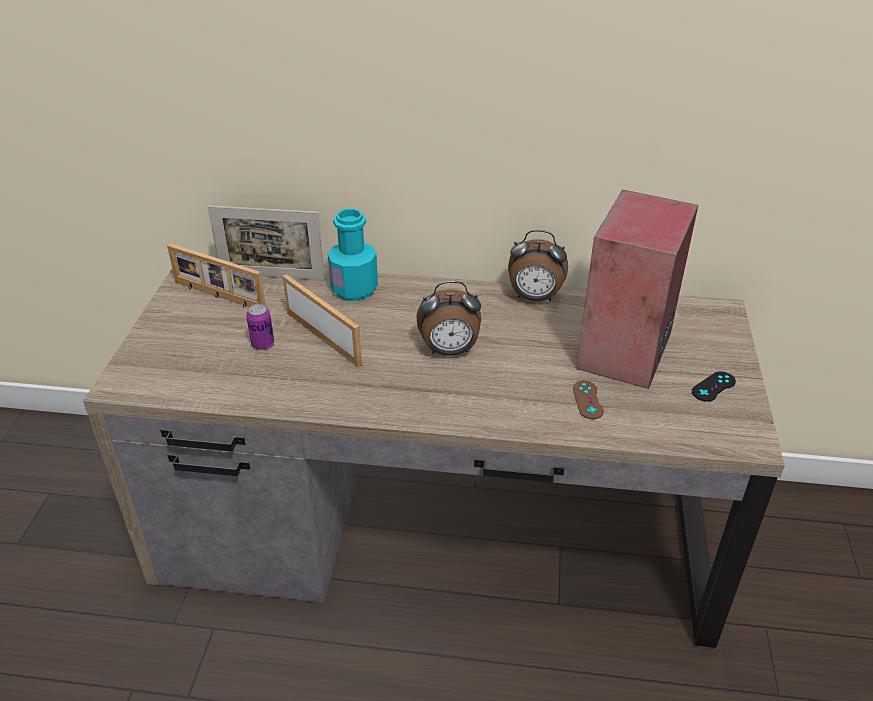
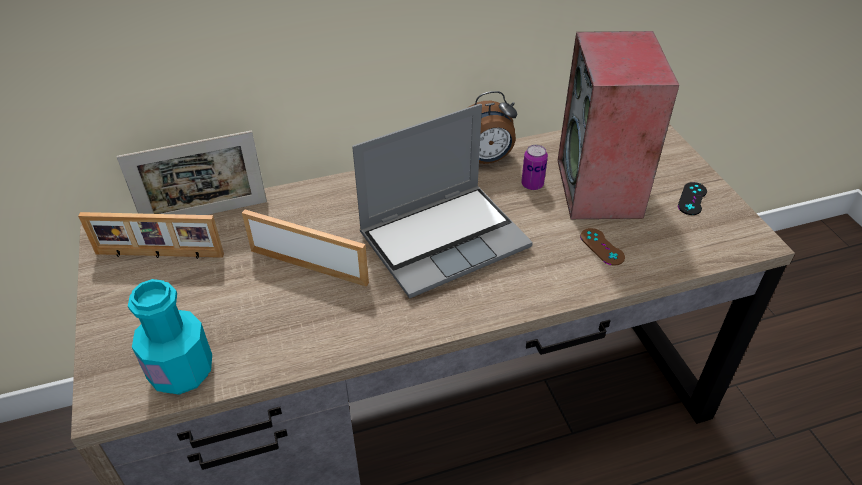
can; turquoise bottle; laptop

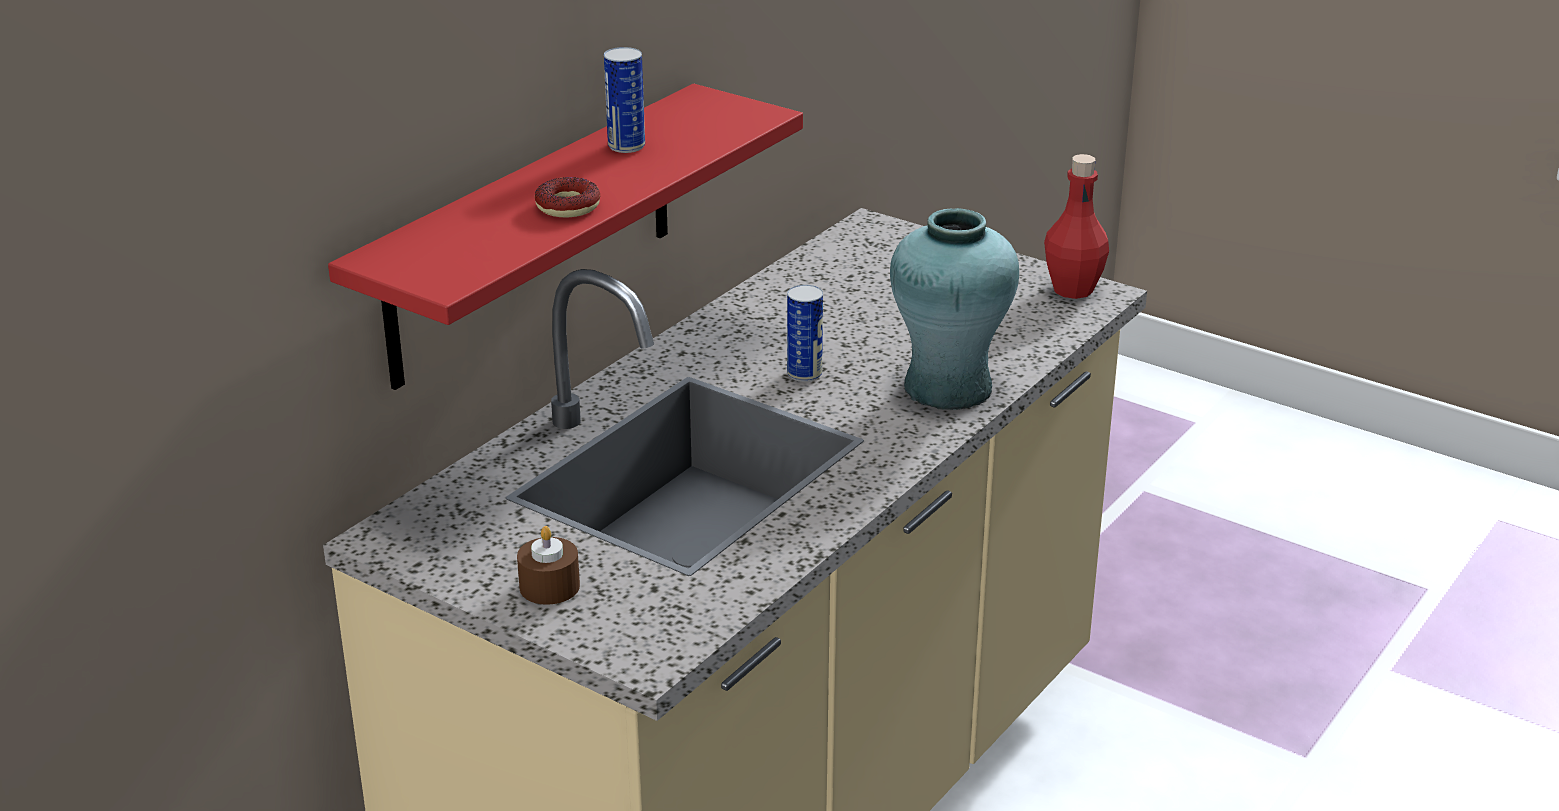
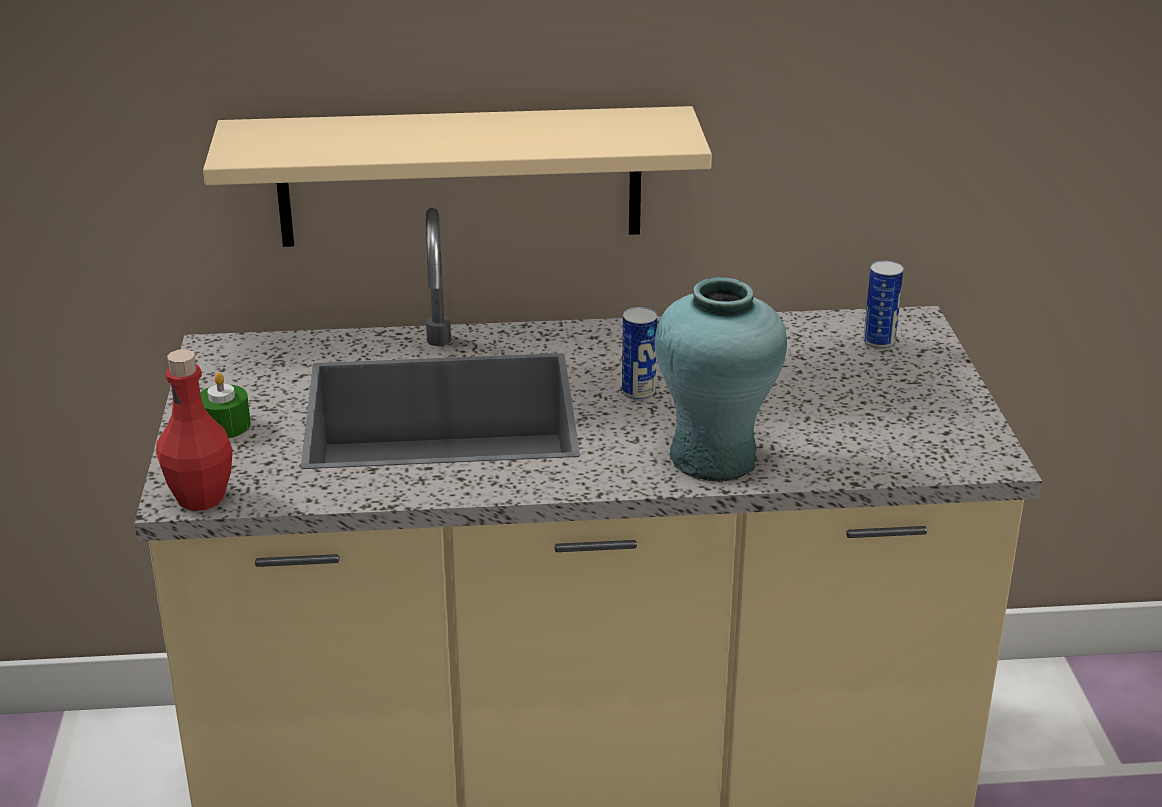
beige shelf; green candle; donut; can (2nd from left); red bottle

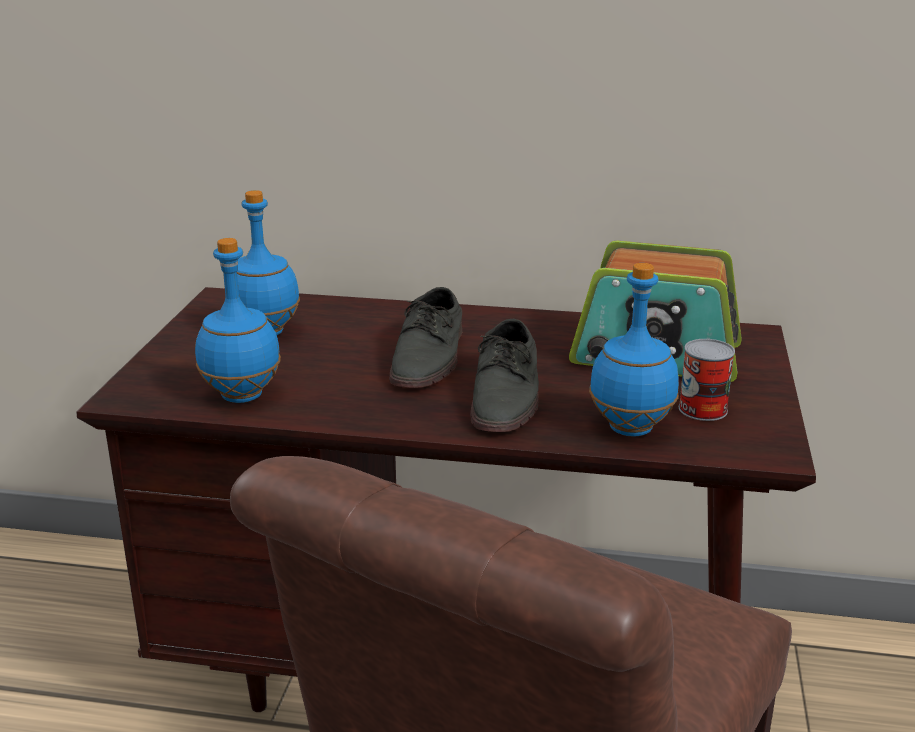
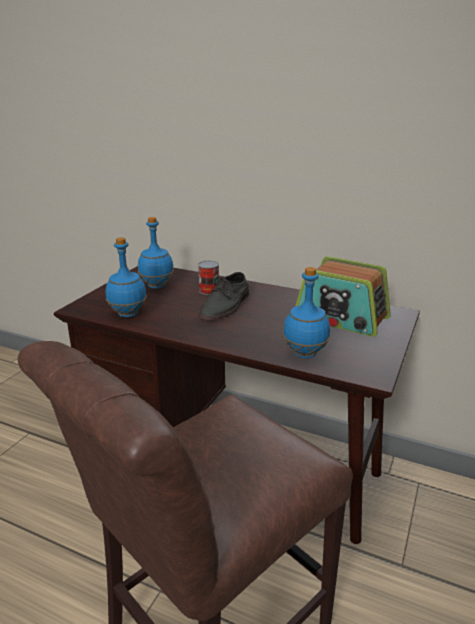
grey shoe (2nd from left in the first image); can

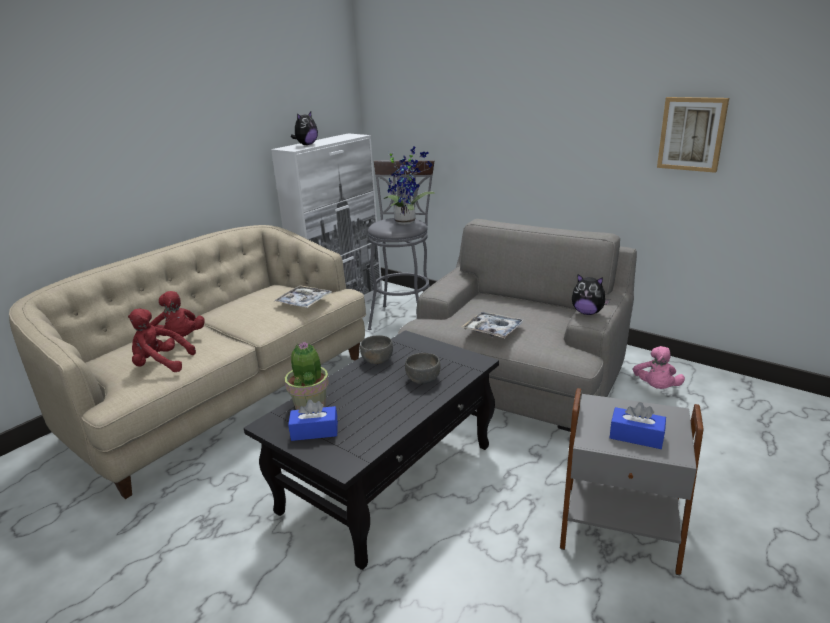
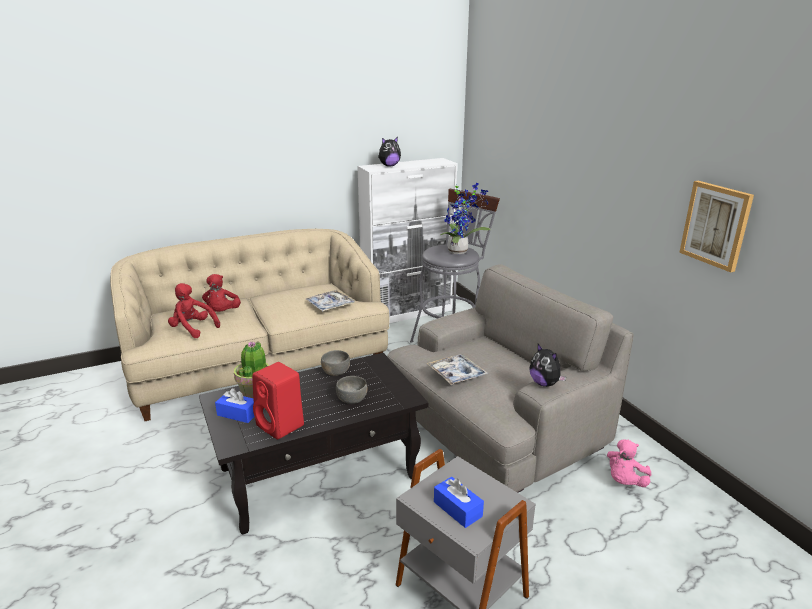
red speaker

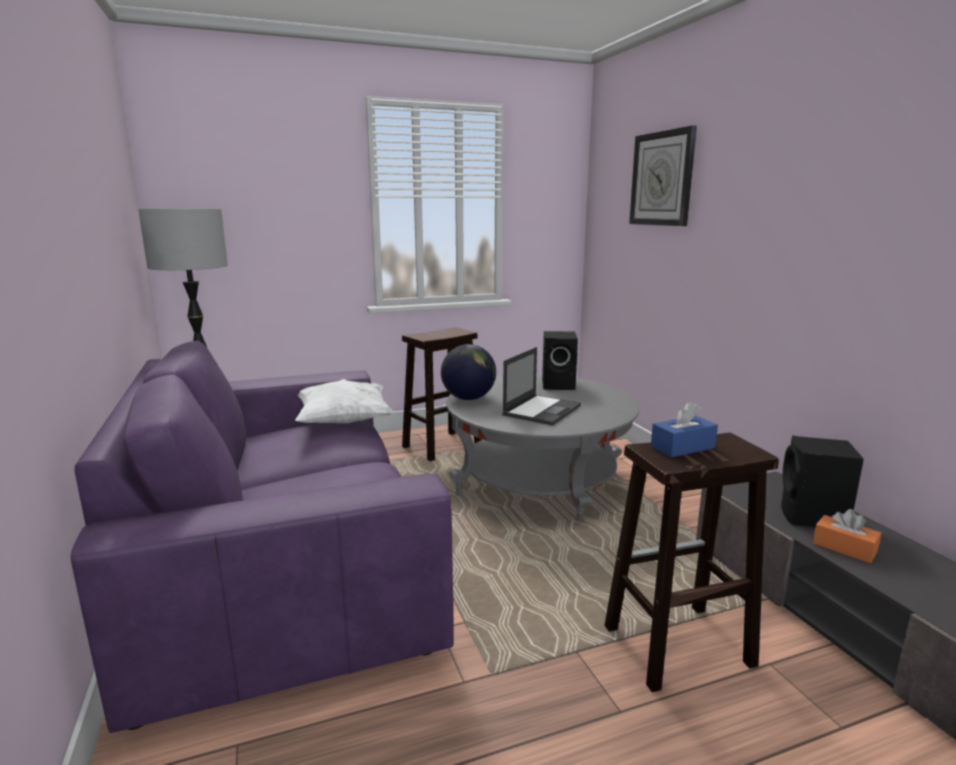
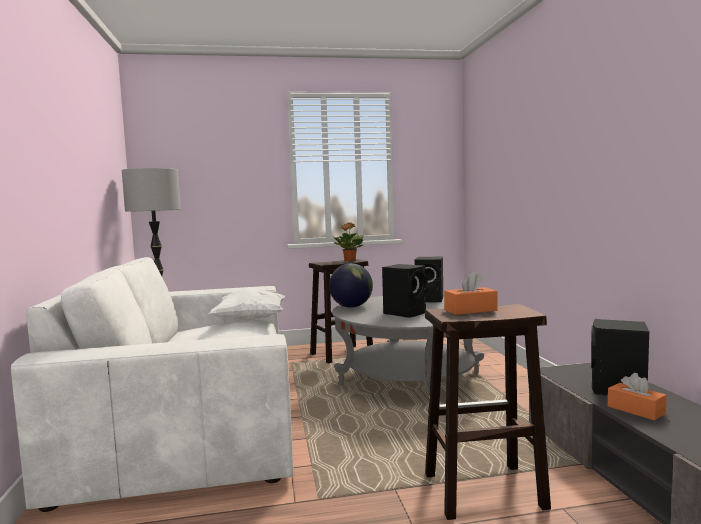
white sofa; black speaker (1st from left); wall clock; orange tissue box (1st from left); potted plant

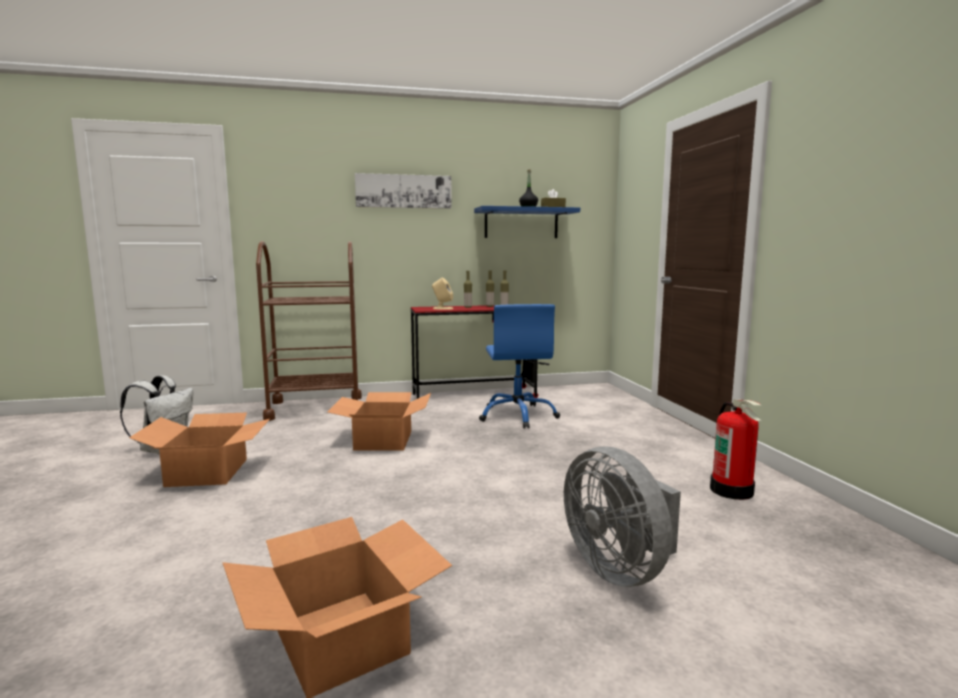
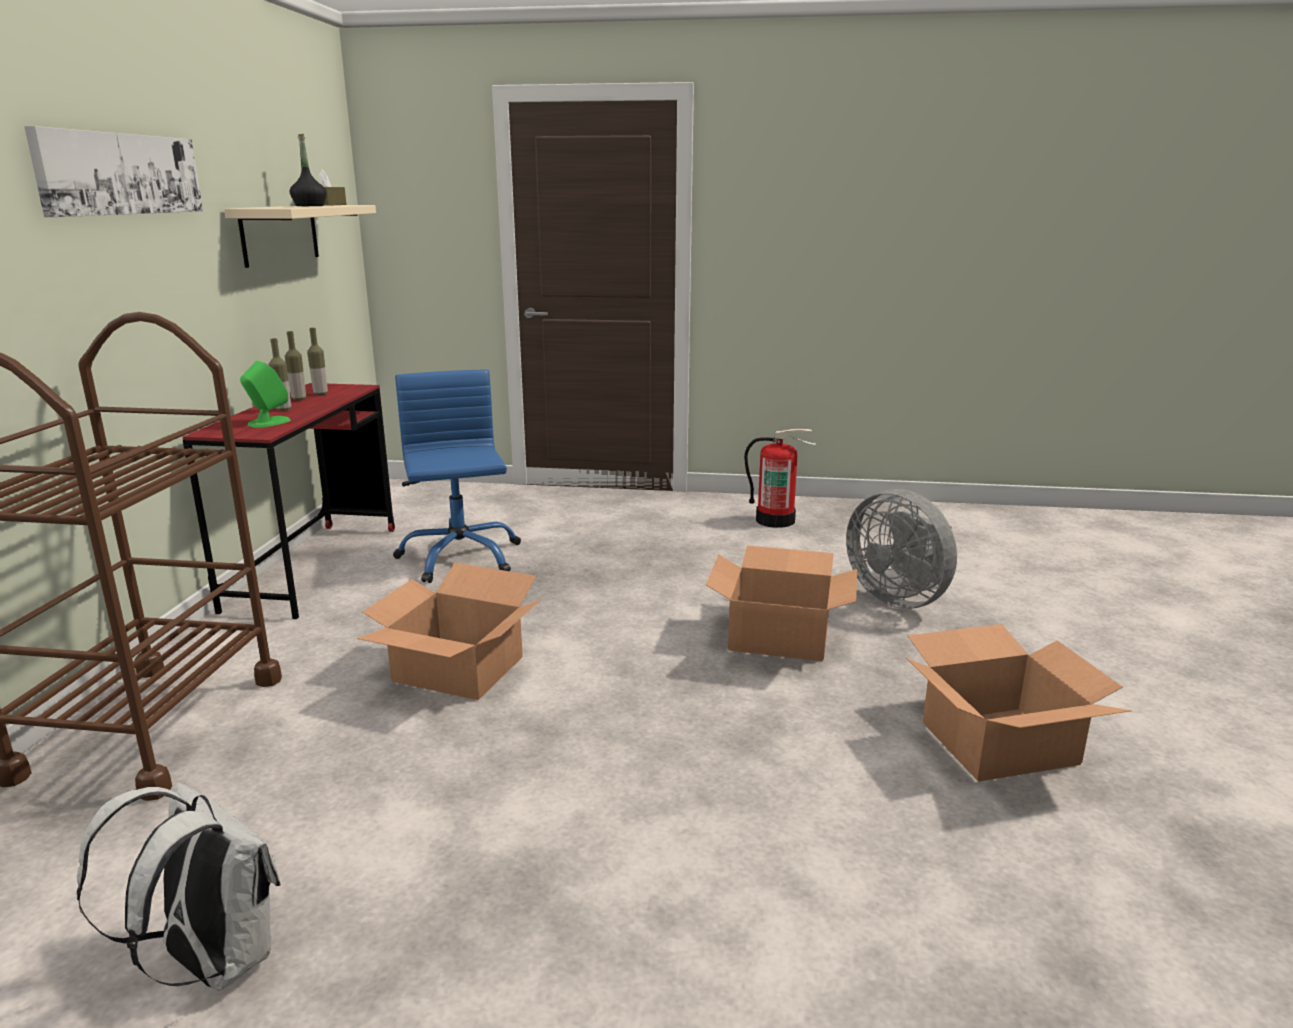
cardboard box (2nd from left); green speaker; beige shelf; blue office chair; grey fan

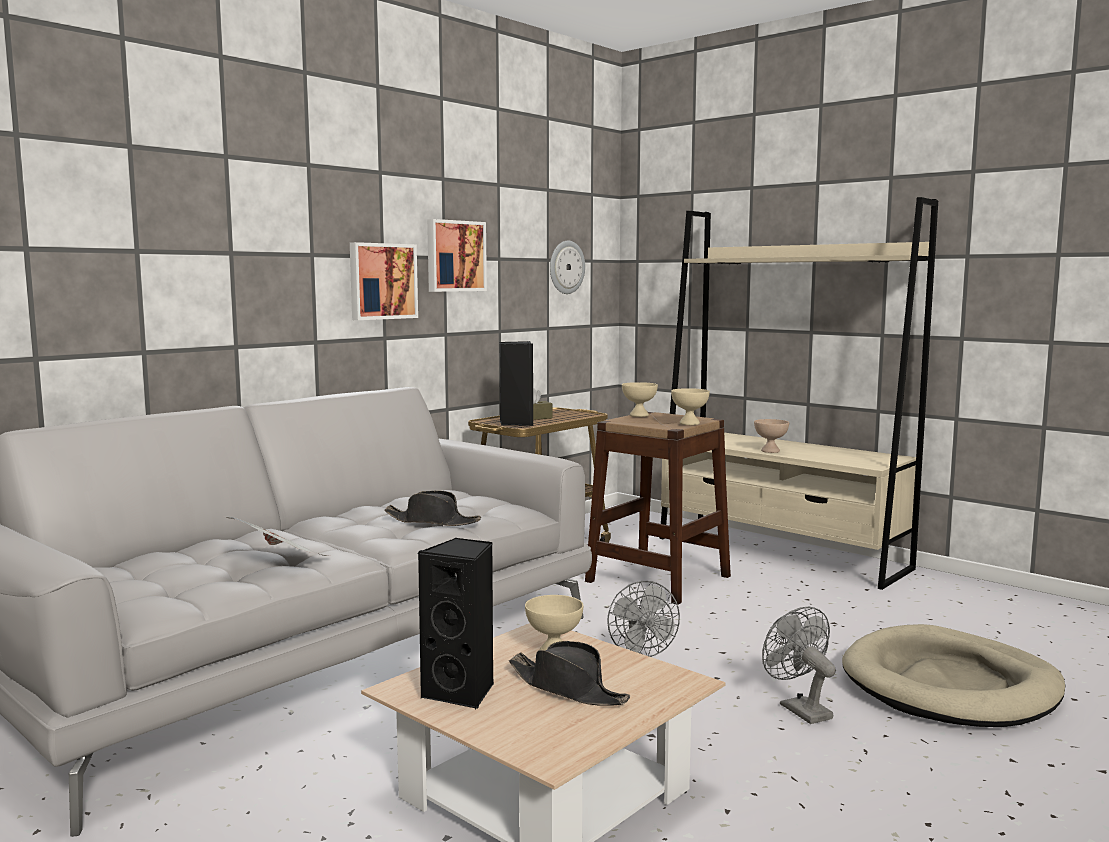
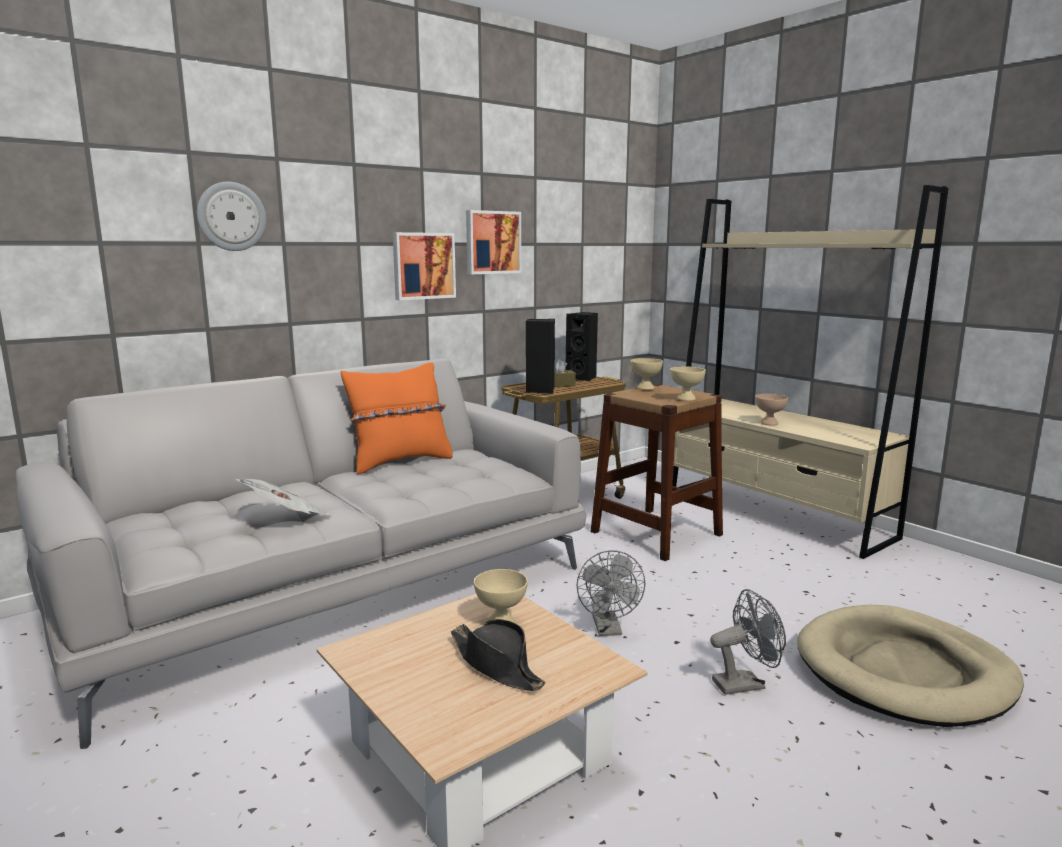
black hat (1st from left in the first image); black speaker (2nd from left); wall clock; grey fan (2nd from left); orange pillow

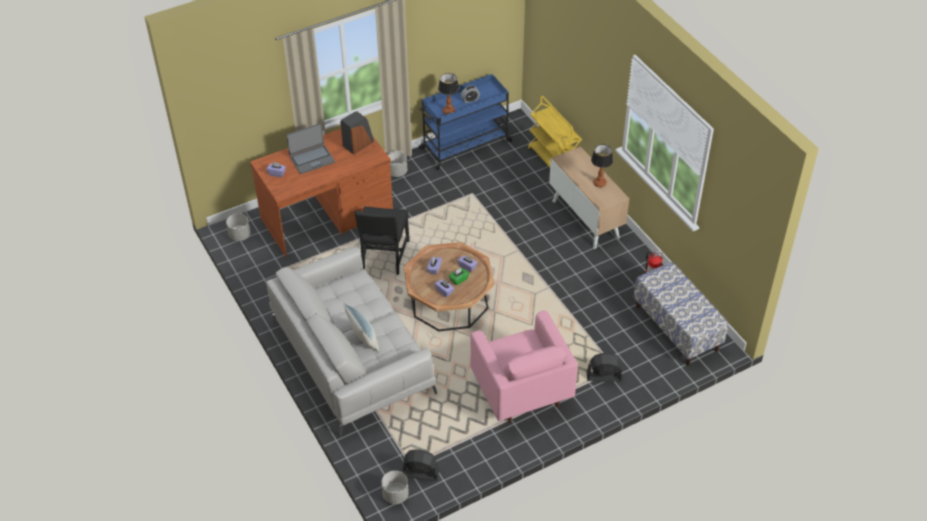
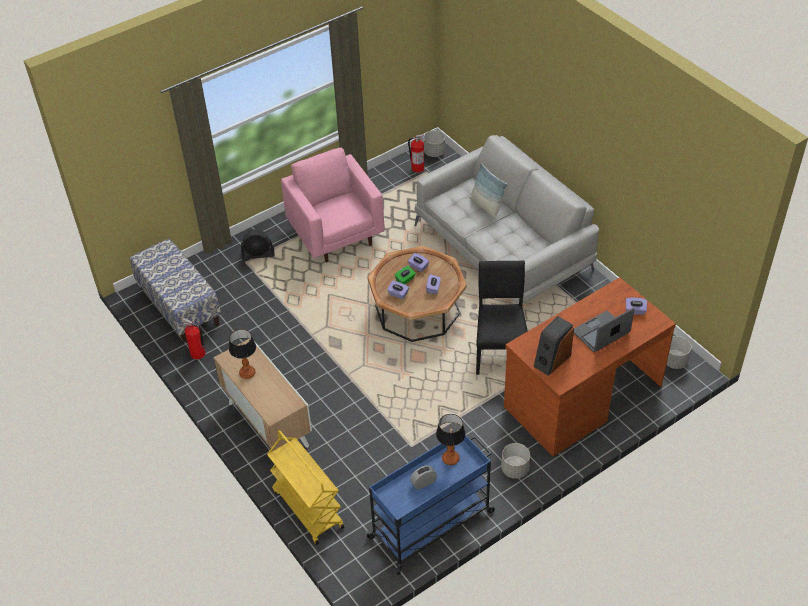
fire extinguisher (2nd from left)

